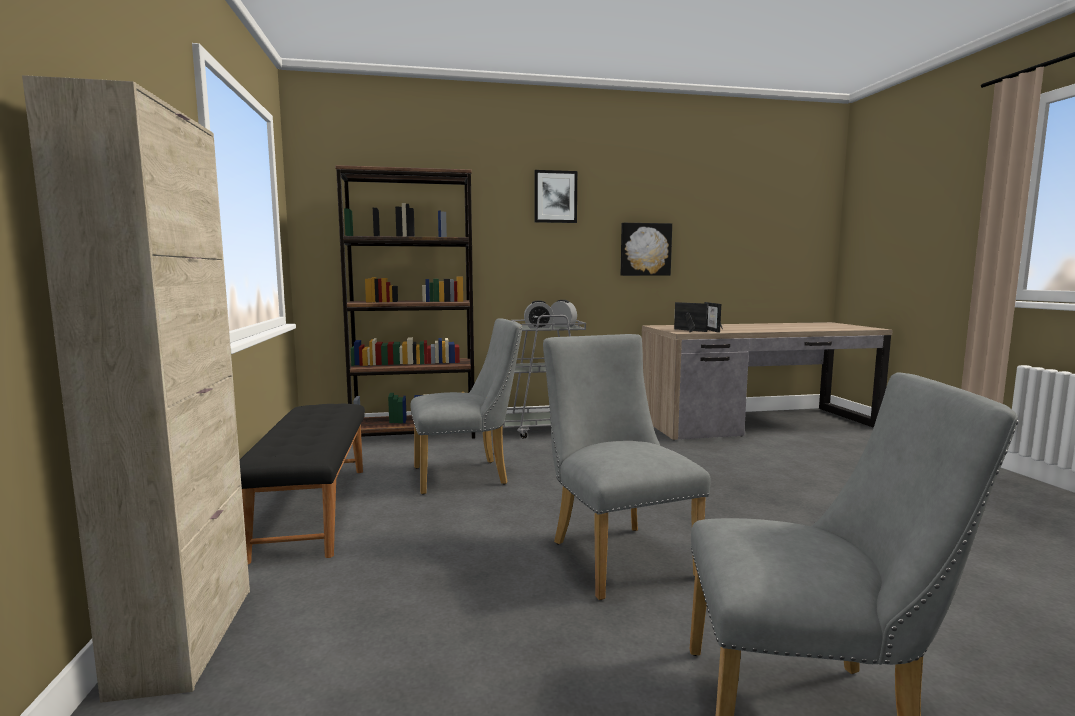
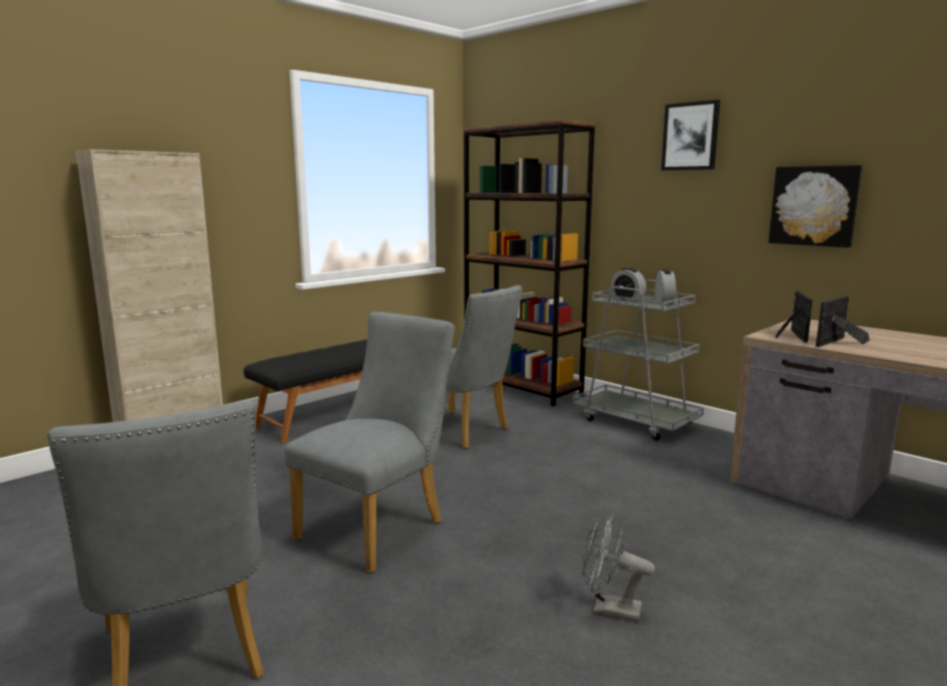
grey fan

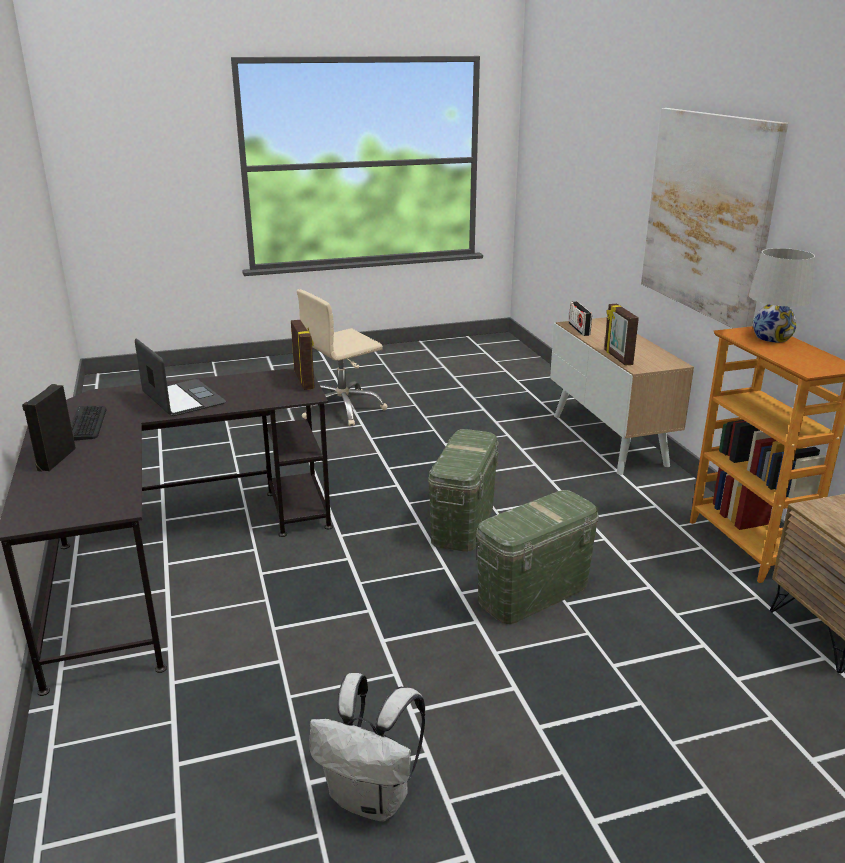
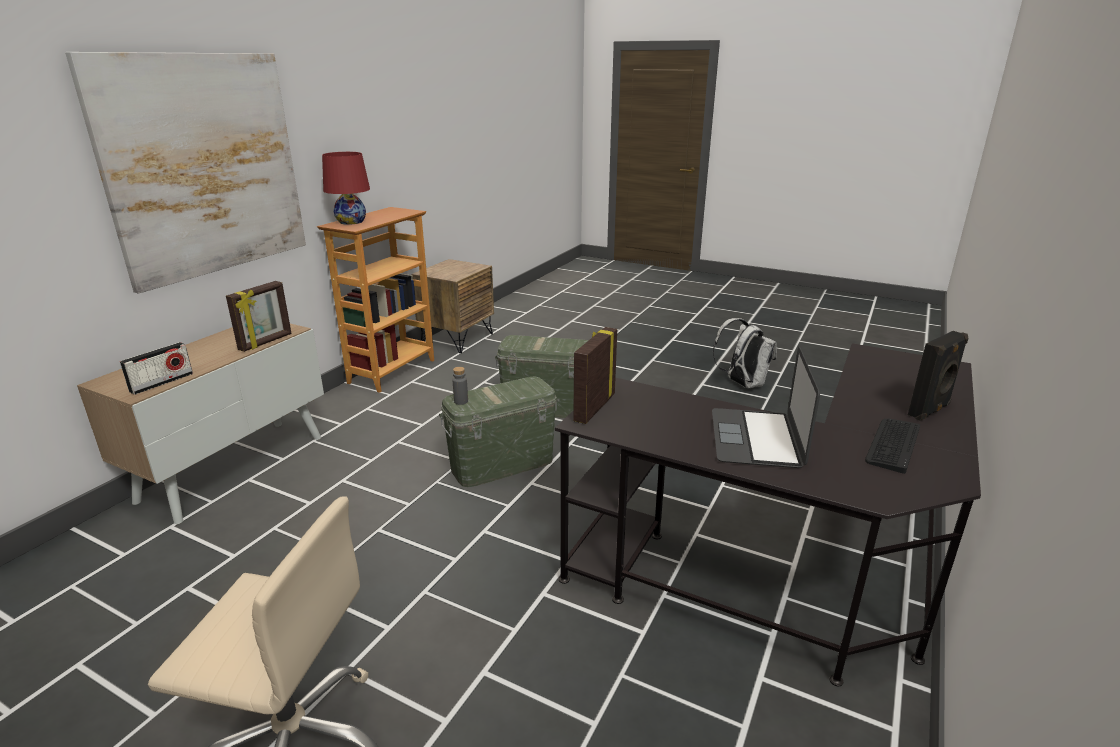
red table lamp; grey bottle

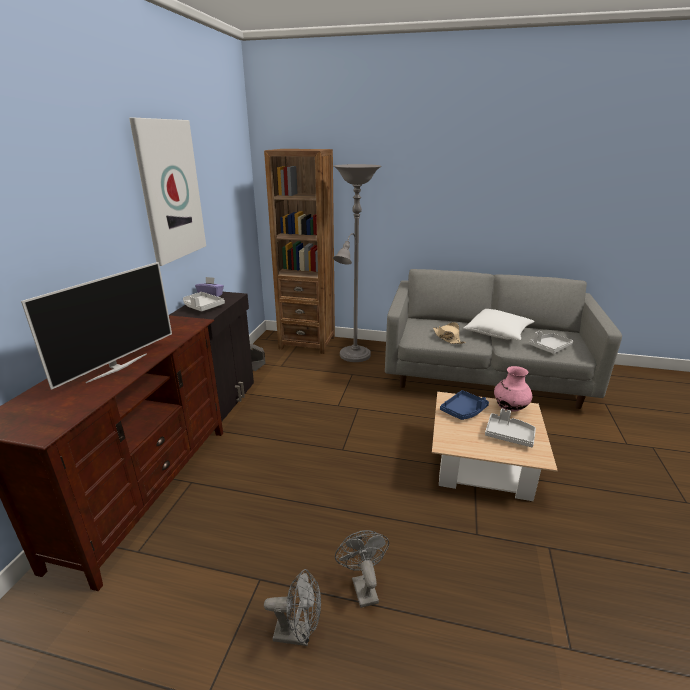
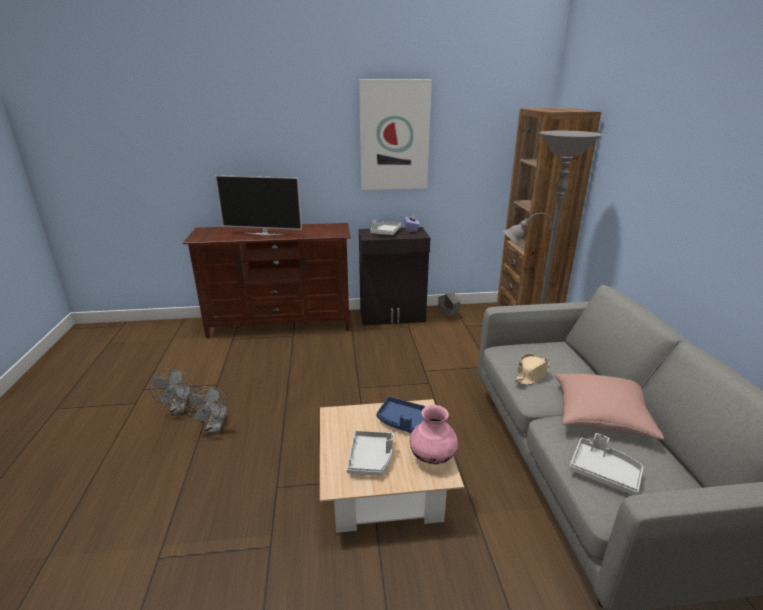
grey fan (2nd from left); pink pillow

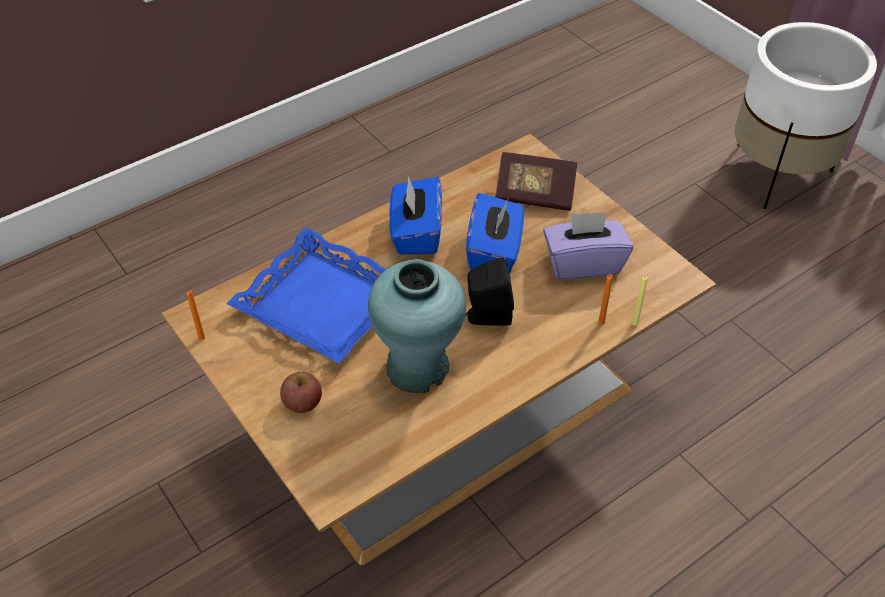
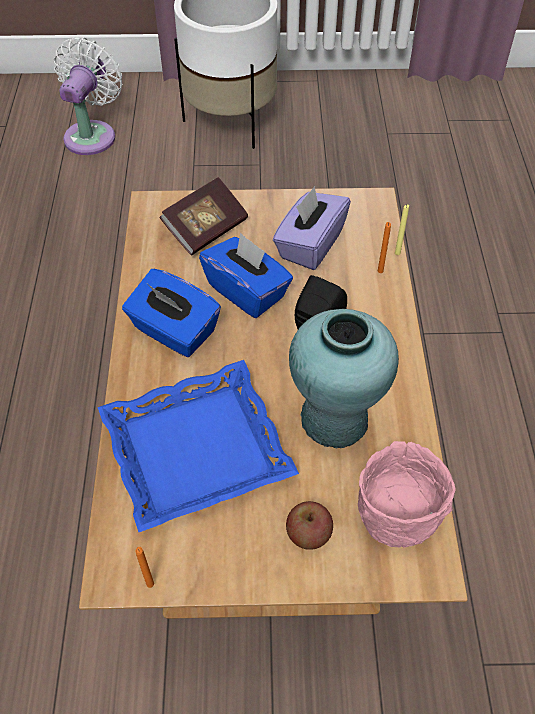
white fan; pink bowl

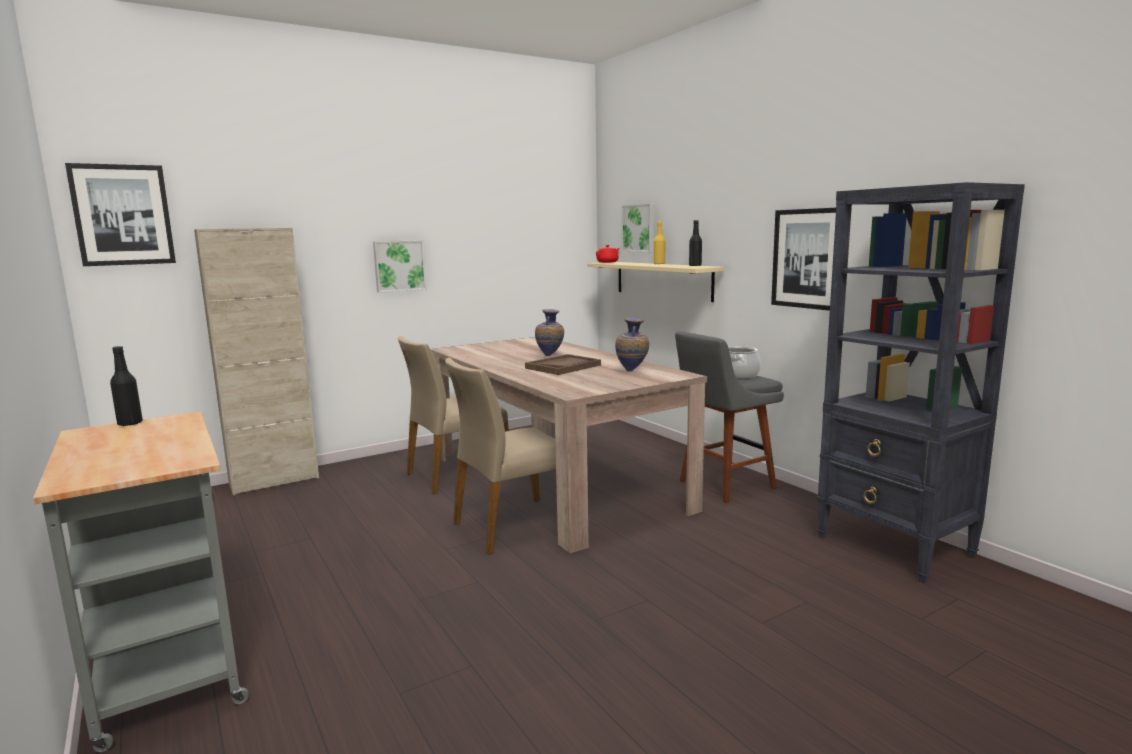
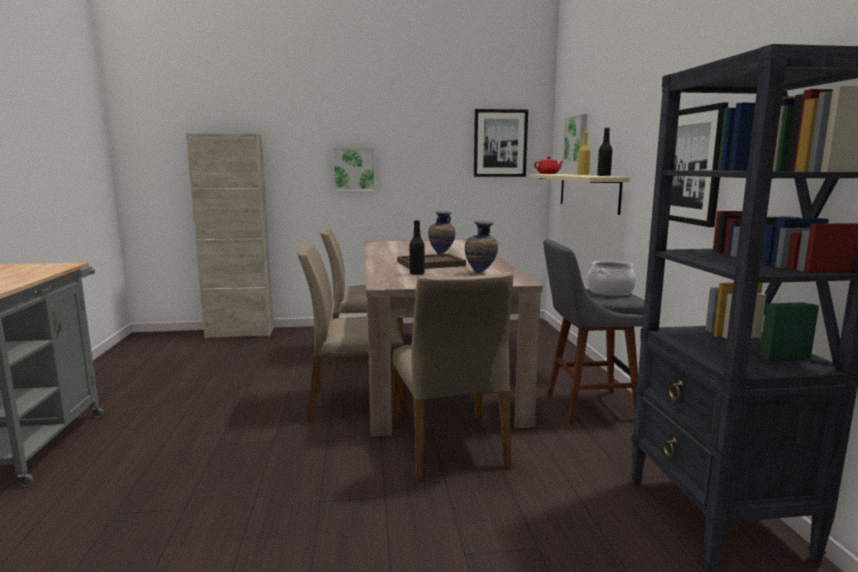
picture (2nd from left); black bottle (1st from left); beige chair (3rd from left)

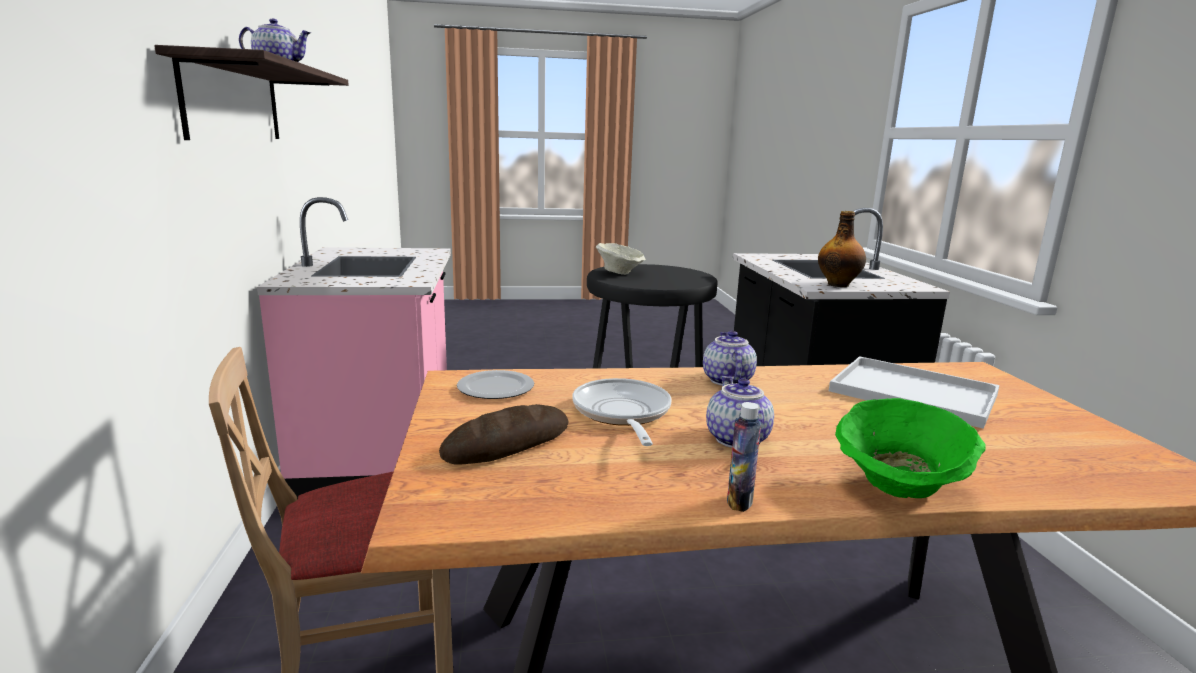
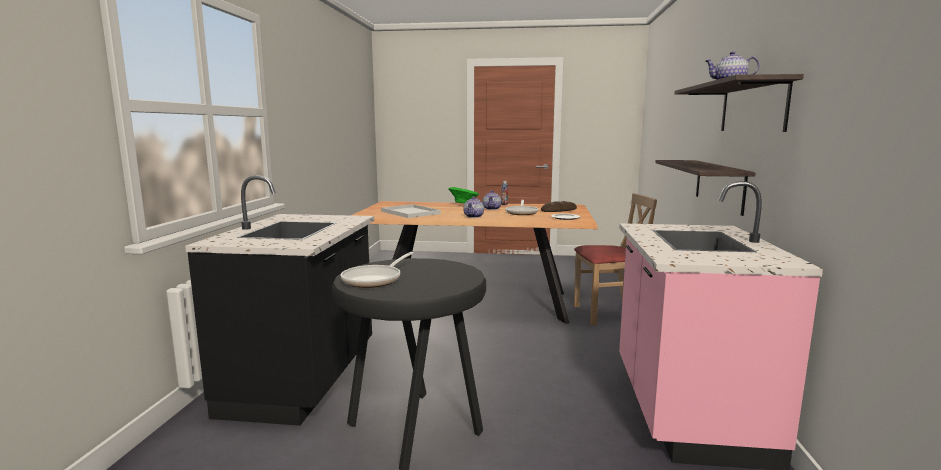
beige bowl; bottle (2nd from left in the first image); frying pan (1st from left); shelf (1st from left)

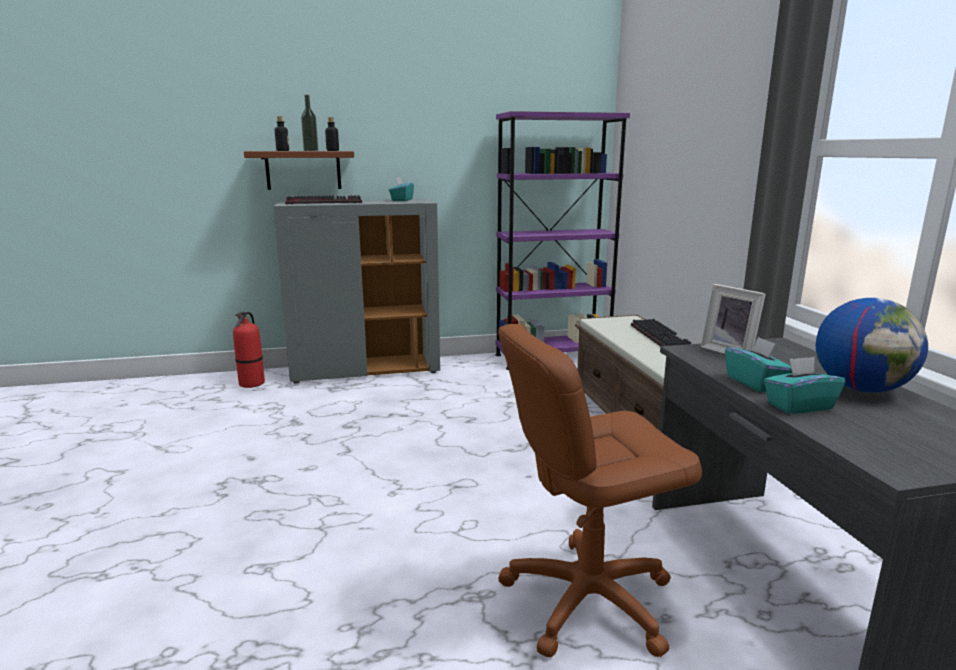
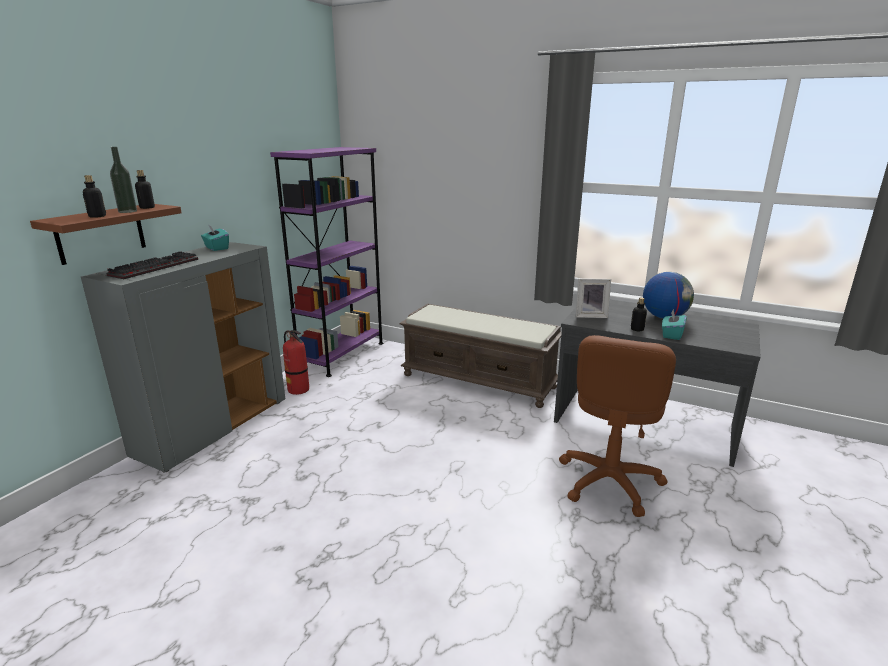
fire extinguisher; keyboard (2nd from left in the first image); bottle (4th from left)

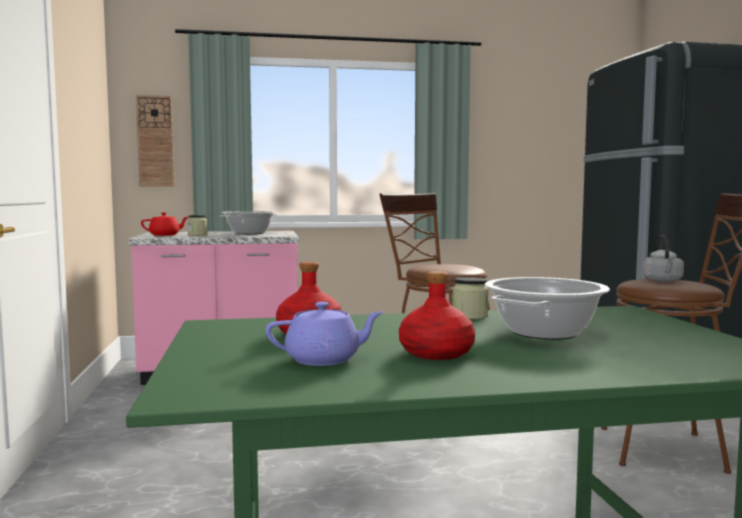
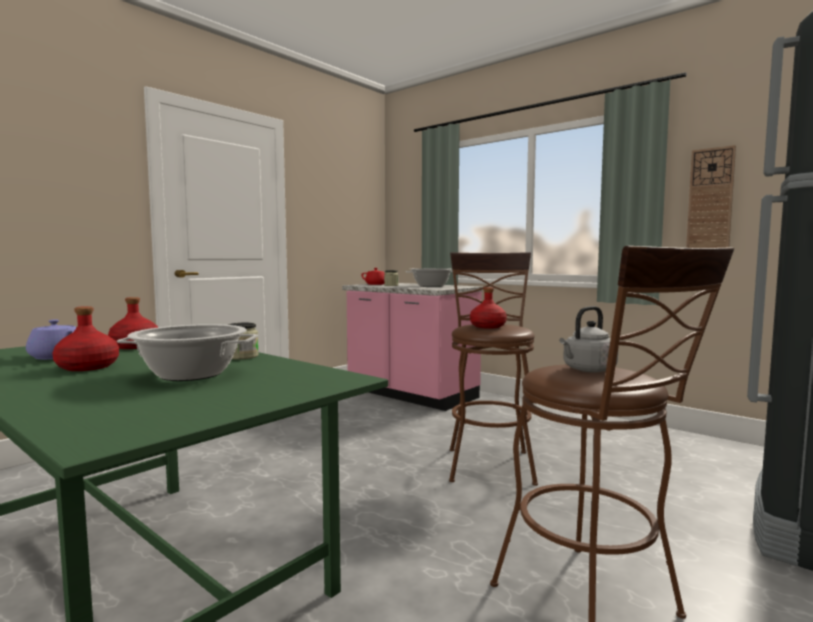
wall clock; red bottle (3rd from left)

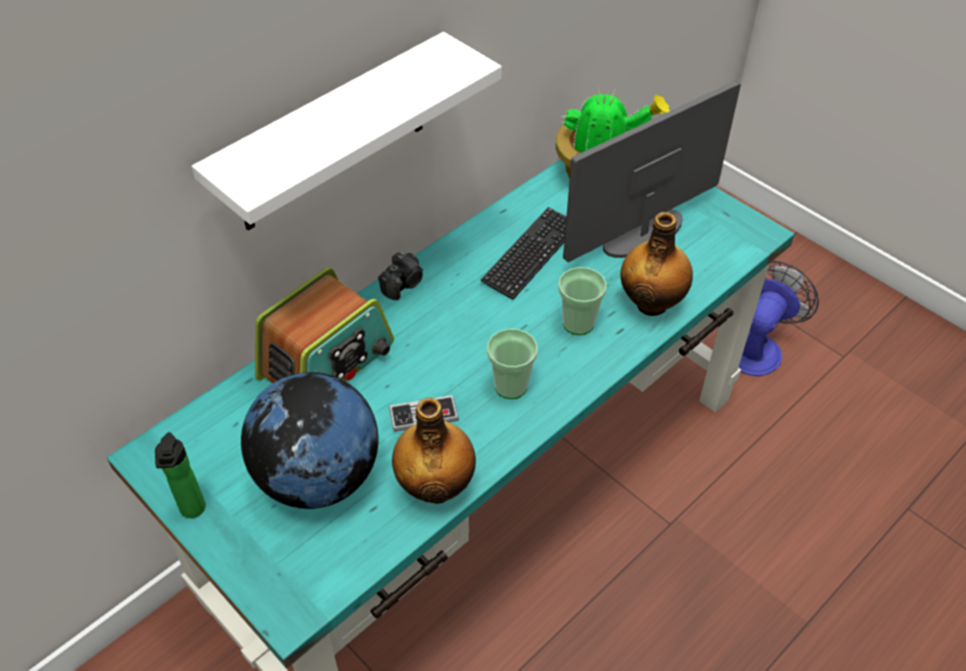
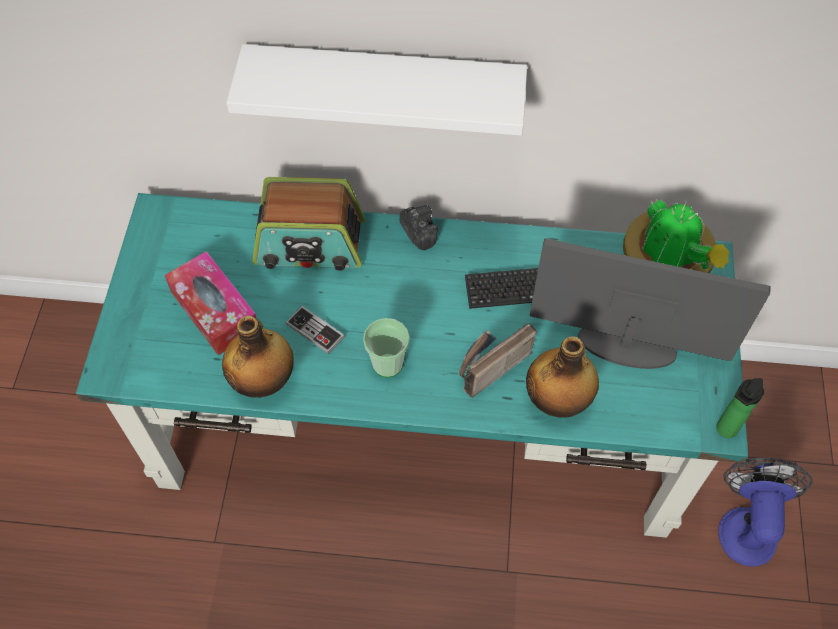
bottle (3rd from left); tissue box; photo camera; radio (2nd from left); fan

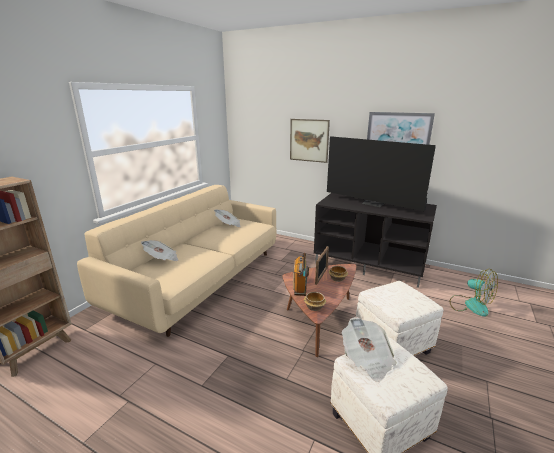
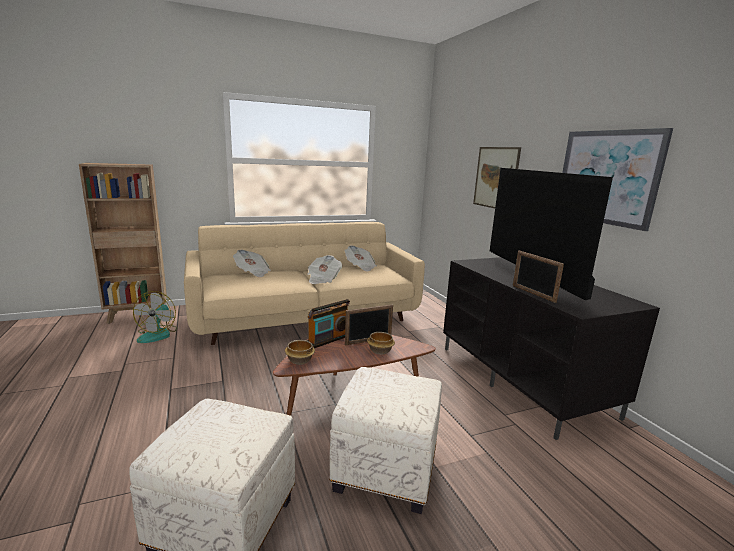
newspaper (2nd from left); fan; picture frame (2nd from left)

